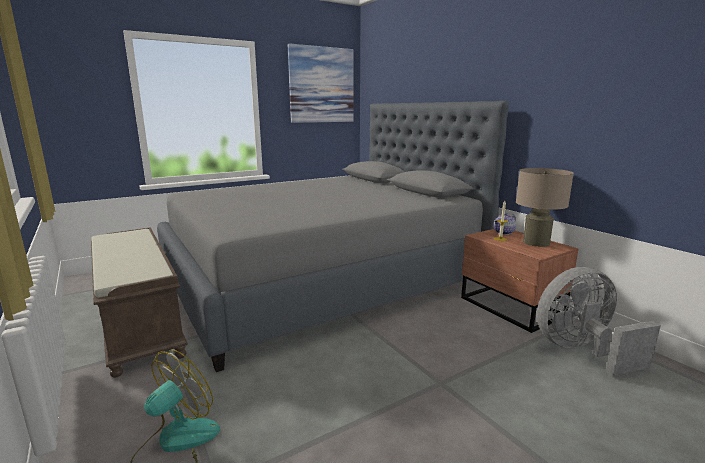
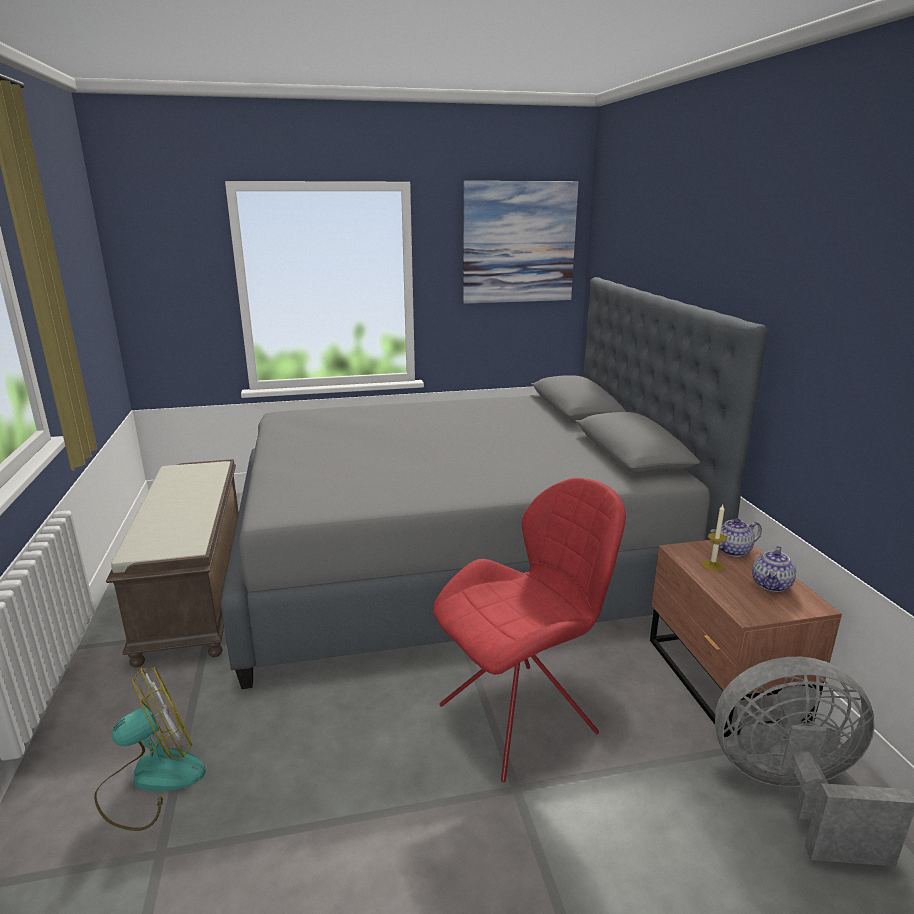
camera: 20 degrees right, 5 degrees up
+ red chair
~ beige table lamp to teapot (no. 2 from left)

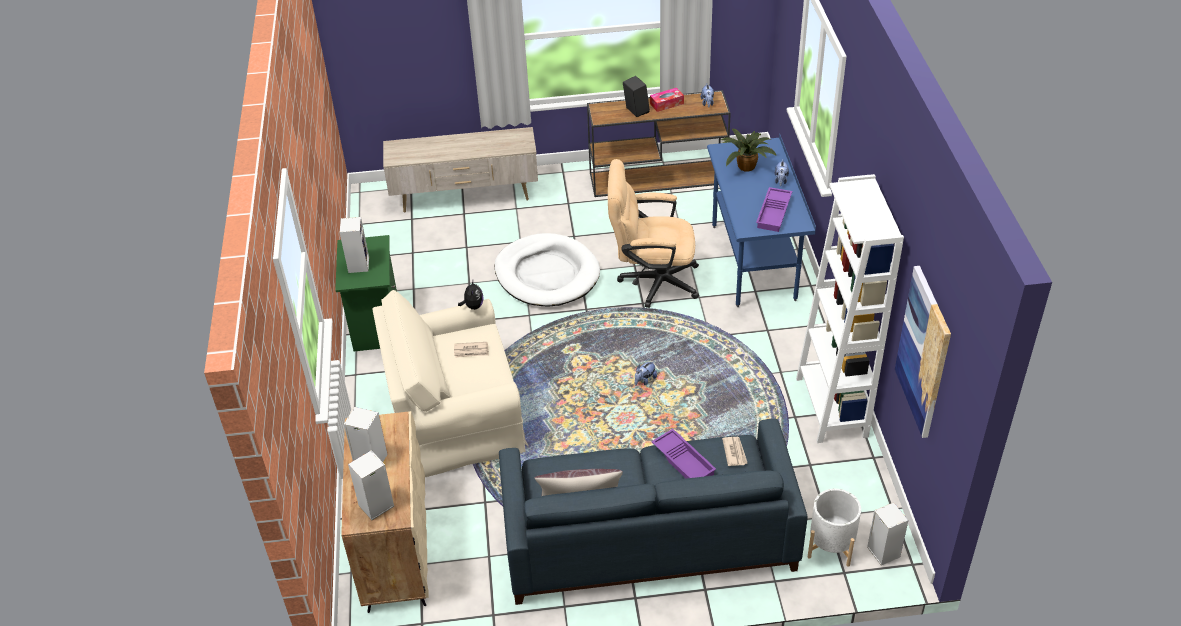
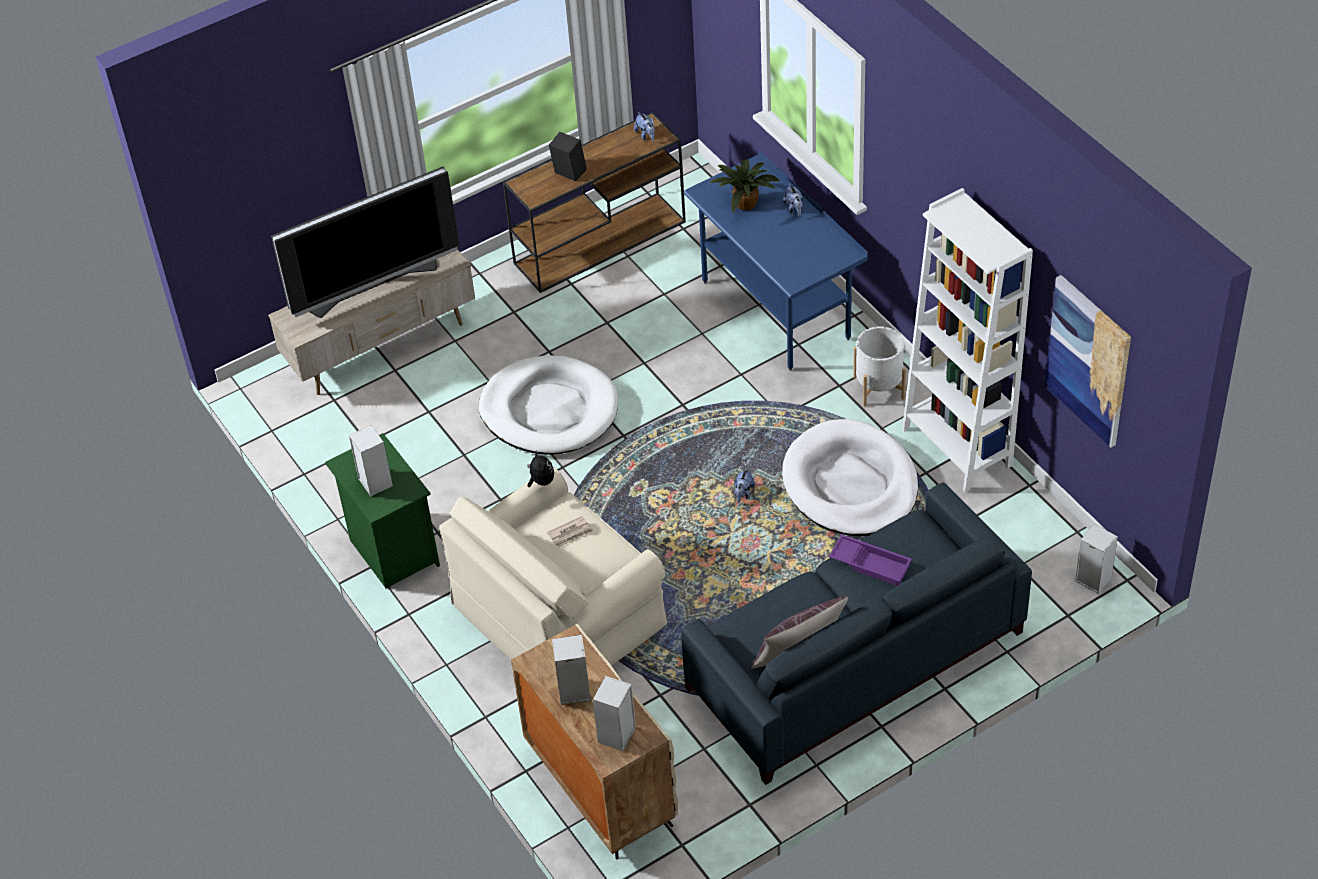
camera: 25 degrees left, 5 degrees up
+ television
+ white dog bed (no. 2 from left)
~ white planter
- beige office chair
- tissue box
- newspaper (no. 2 from left)
- purple tray (no. 2 from left)

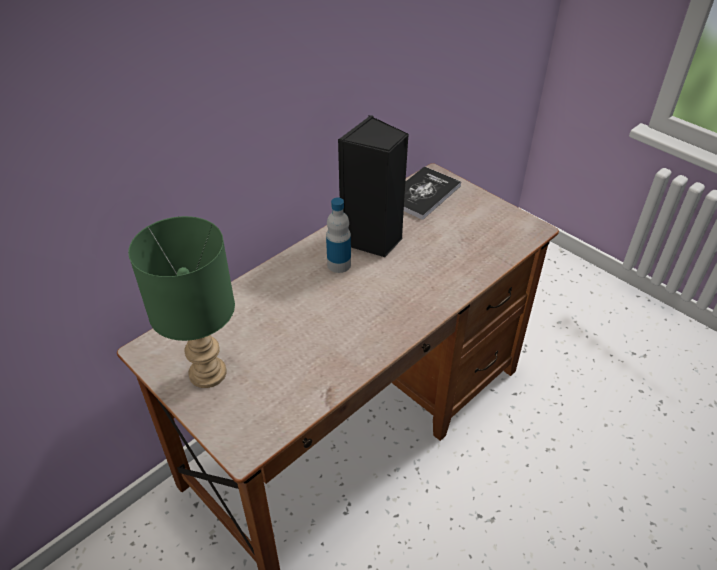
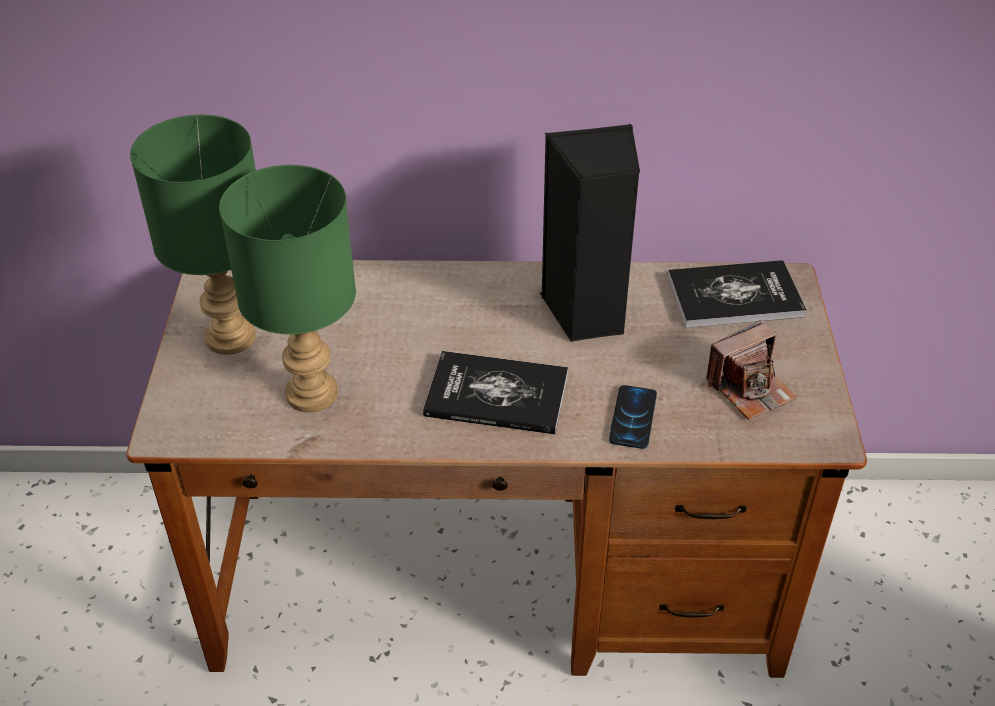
camera: 45 degrees right, 0 degrees up
+ green table lamp (no. 2 from left)
+ book (no. 1 from left)
+ phone
+ photo camera
- bottle

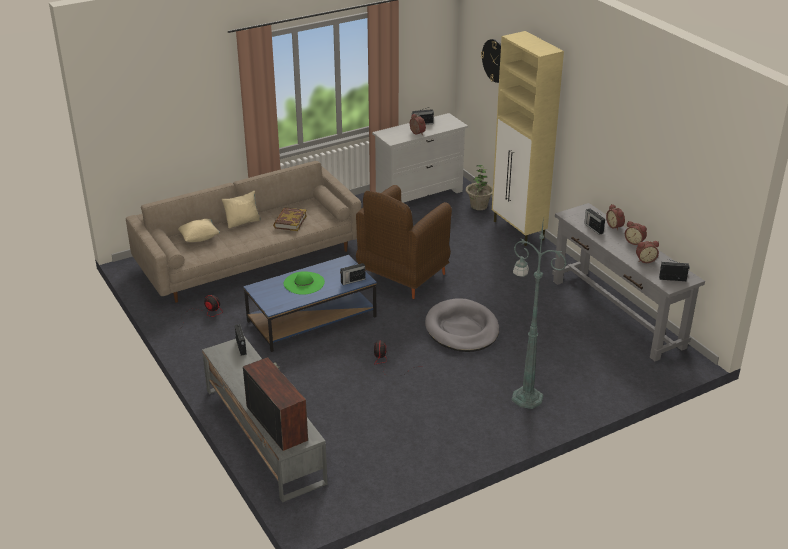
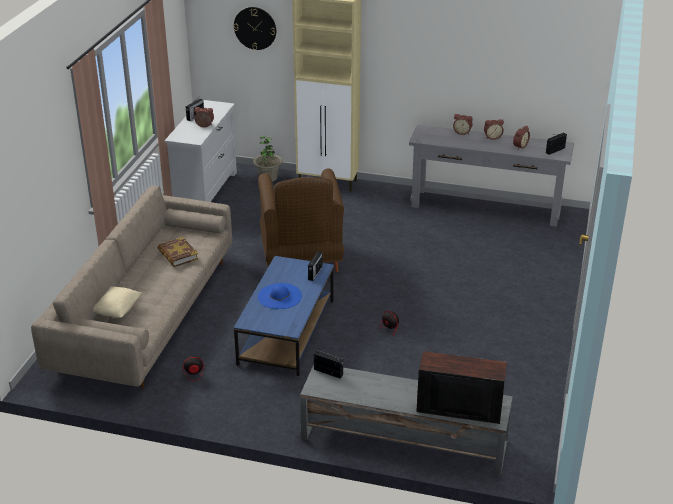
camera: 45 degrees left, 0 degrees up
~ green hat to blue hat
- beige pillow (no. 2 from left)
- grey dog bed
- green floor lamp
- radio (no. 4 from left)

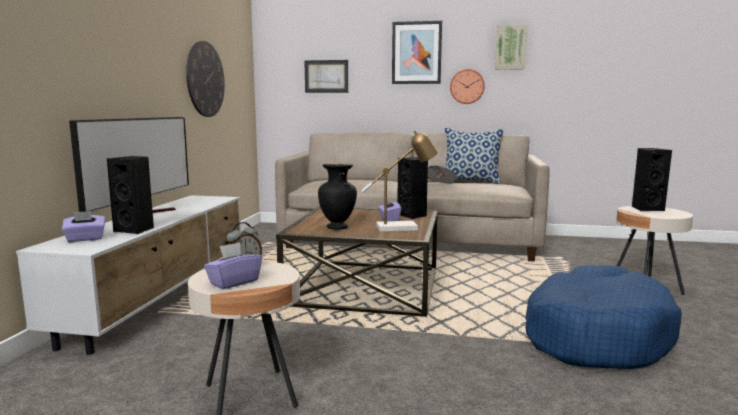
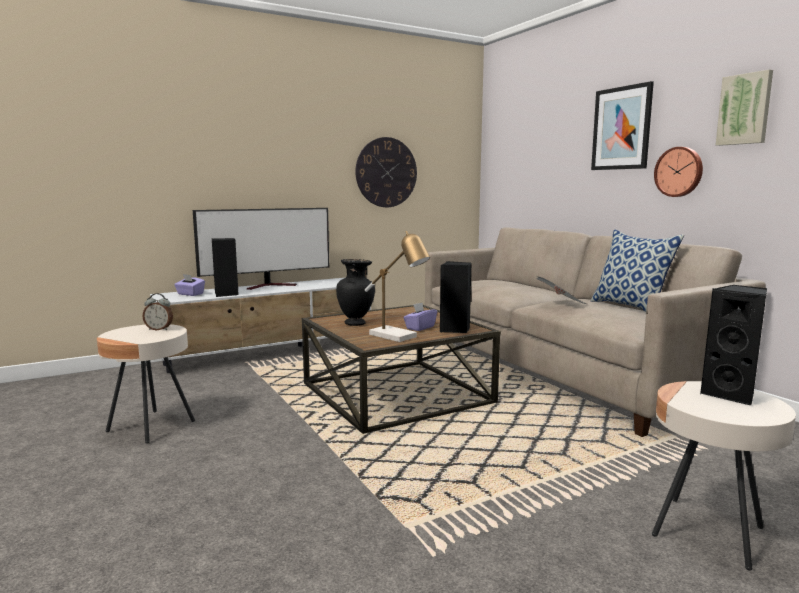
camera: 50 degrees right, 0 degrees up
- purple tissue box (no. 2 from left)
- picture (no. 1 from left)
- blue dog bed

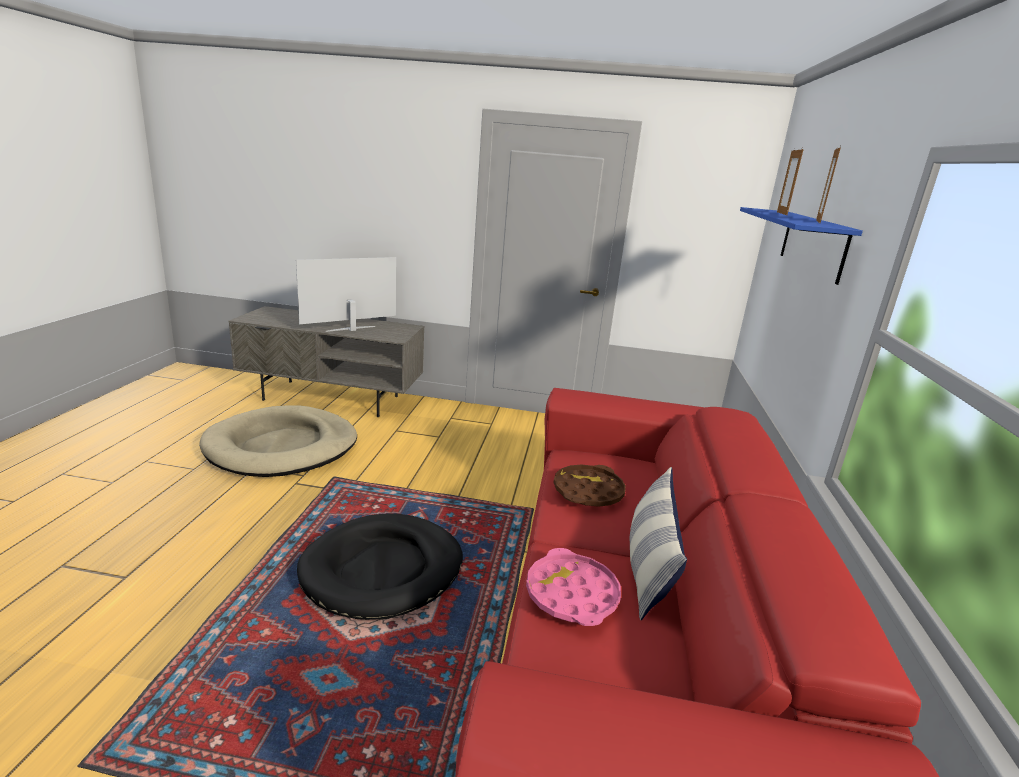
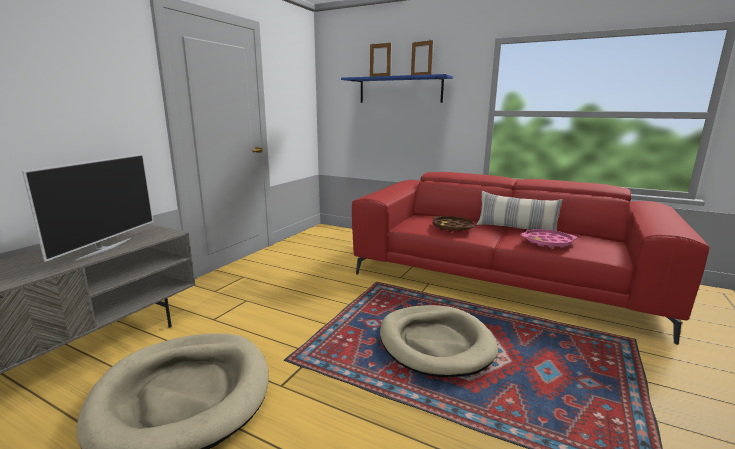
camera: 70 degrees left, 5 degrees down
~ television 150 degrees counterclockwise
~ black dog bed to beige dog bed (no. 2 from left)

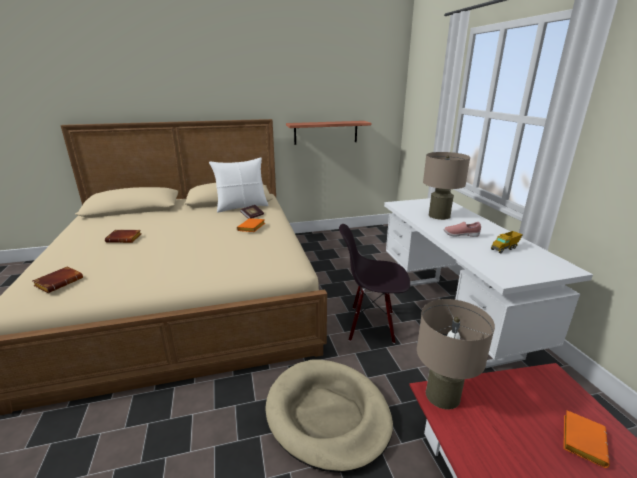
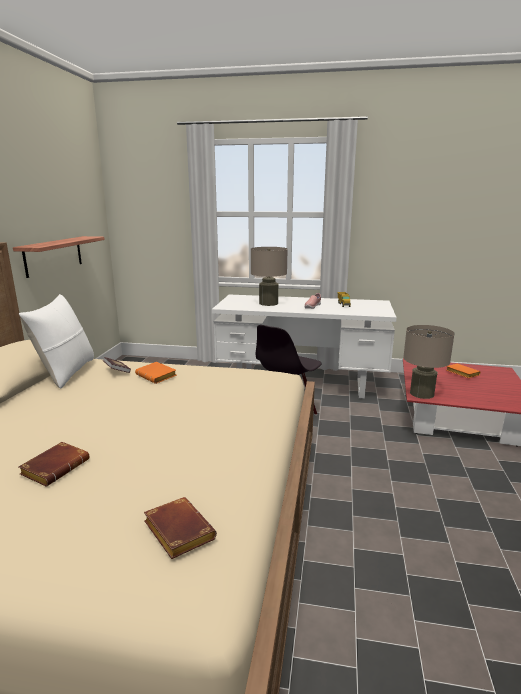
camera: 65 degrees left, 5 degrees down
- beige dog bed

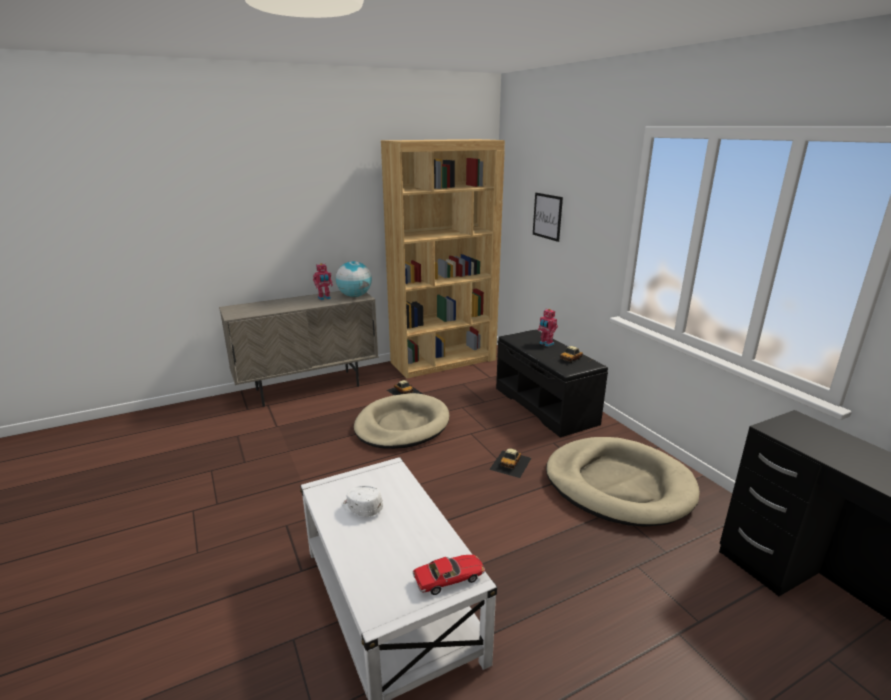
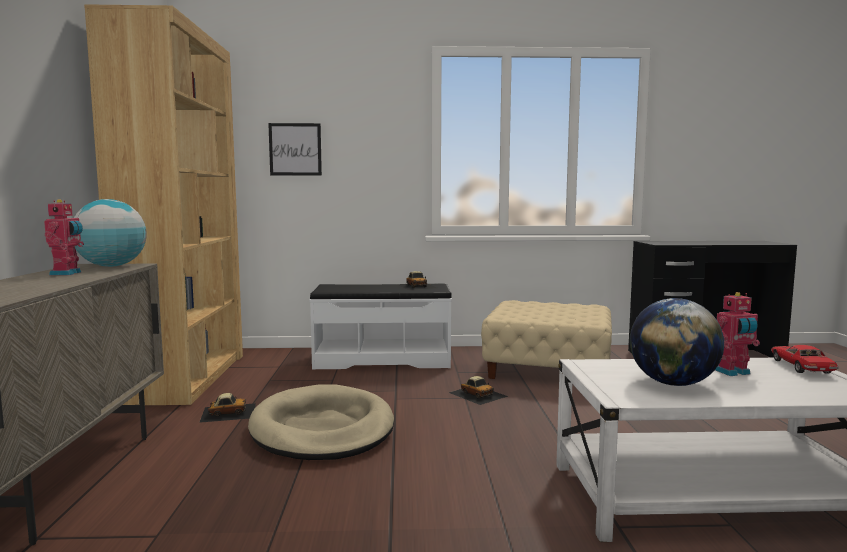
camera: 65 degrees left, 15 degrees down
~ black bench to white bench
~ beige dog bed (no. 2 from left) to beige ottoman
~ white cap to globe (no. 2 from left)
~ toy robot (no. 2 from left)

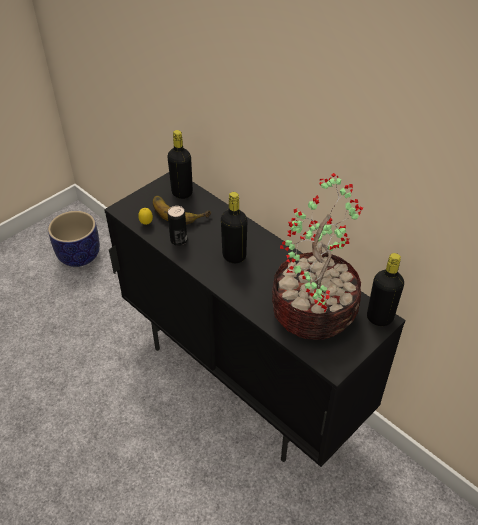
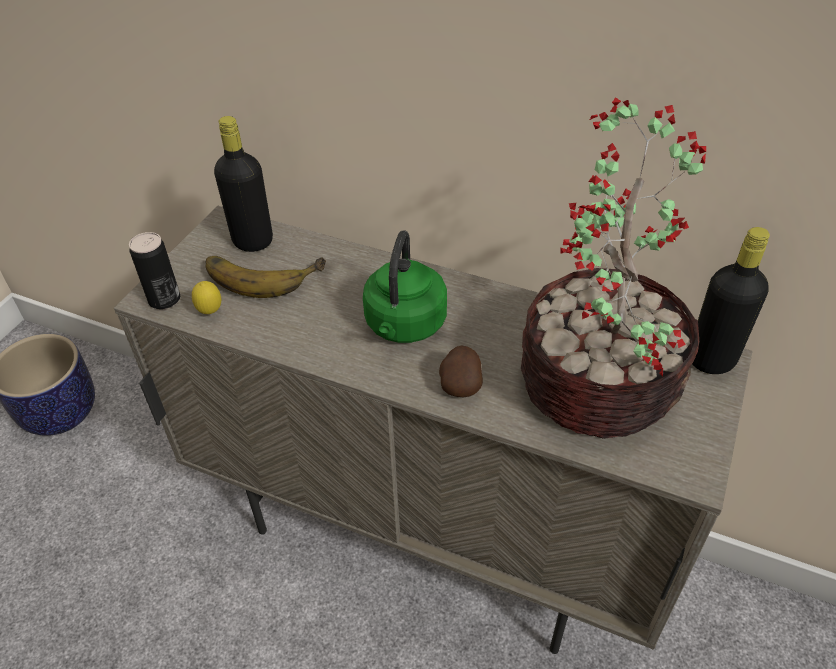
camera: 20 degrees left, 0 degrees up
~ black cabinet to beige cabinet
~ can
~ black bottle (no. 2 from left) to green kettle
+ potato

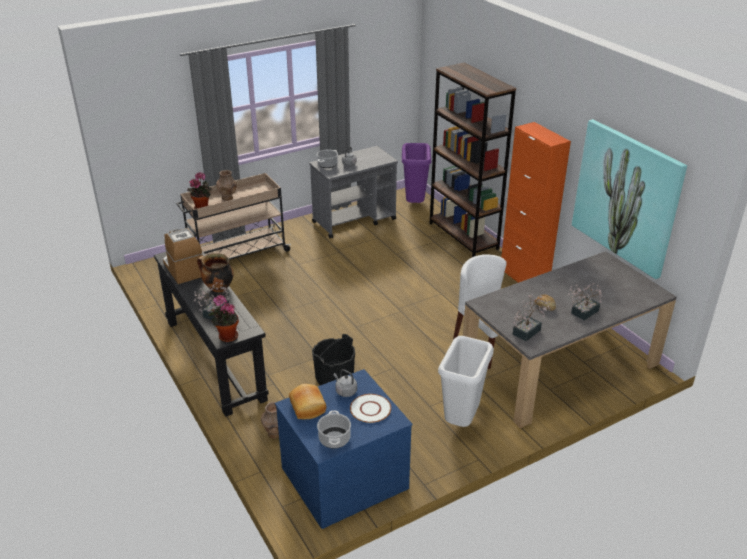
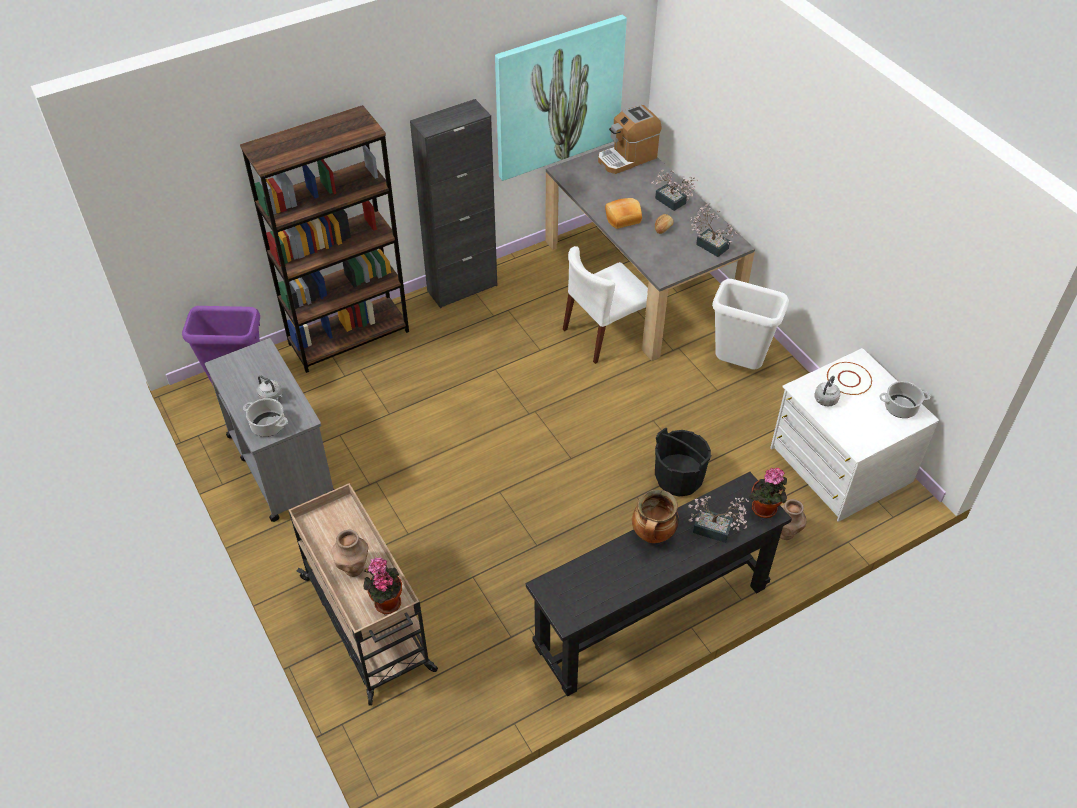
camera: 90 degrees left, 15 degrees up
~ orange cabinet to black cabinet
~ coffee machine
~ bread (no. 1 from left)
~ blue dresser to white dresser

